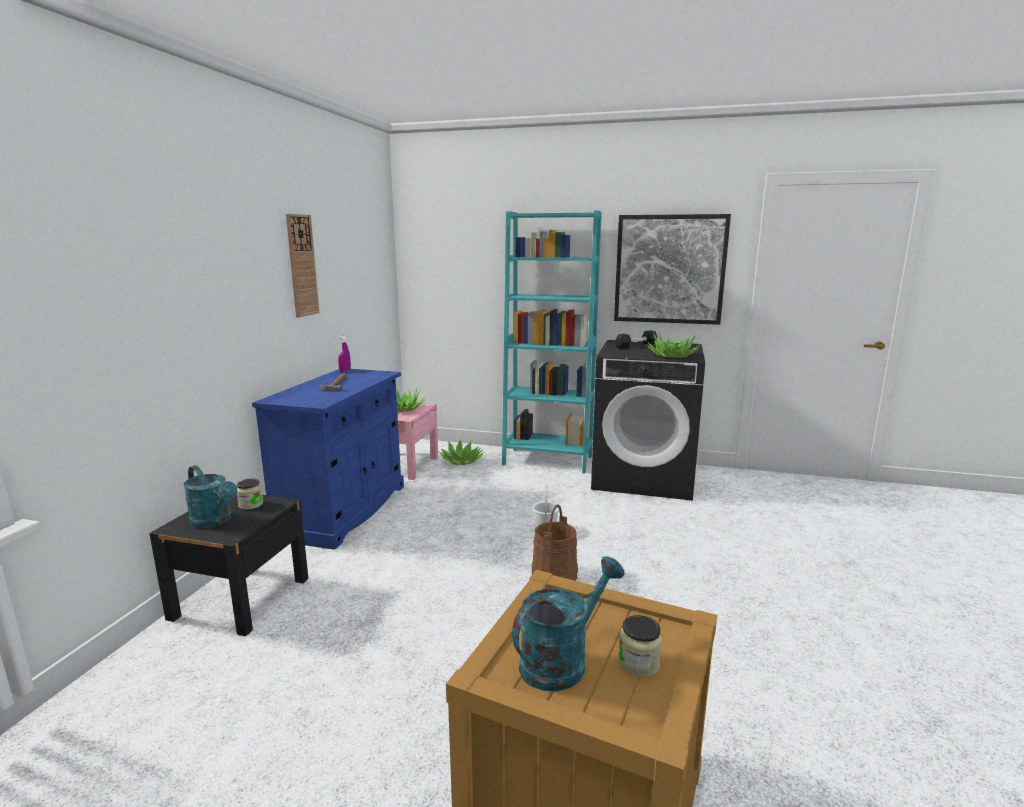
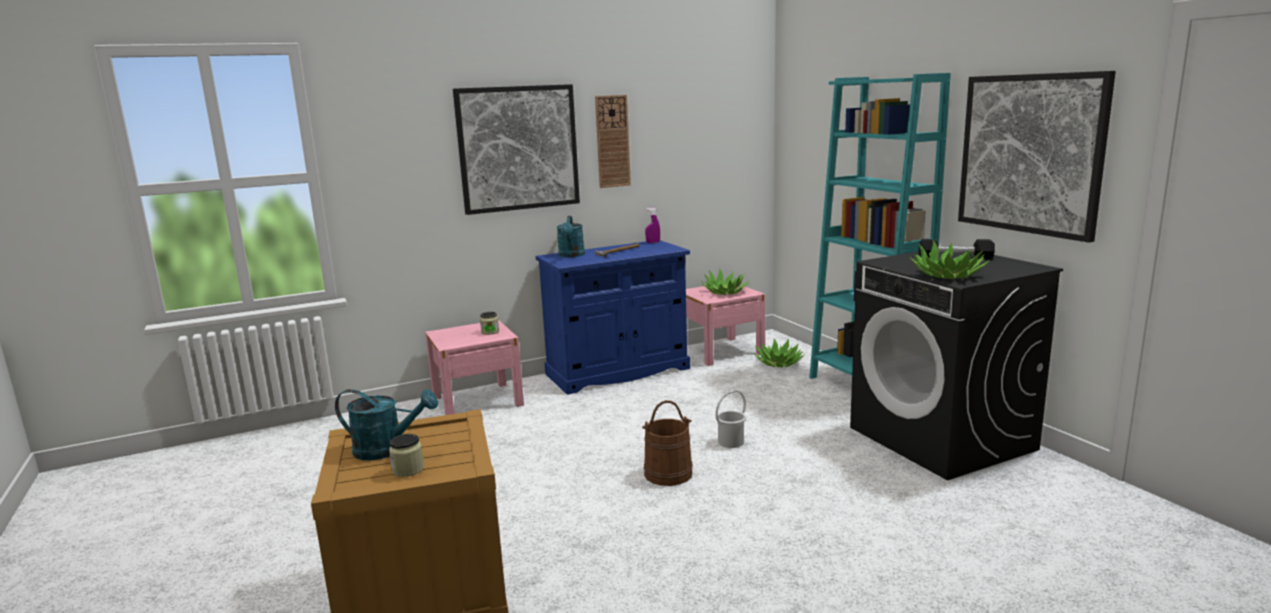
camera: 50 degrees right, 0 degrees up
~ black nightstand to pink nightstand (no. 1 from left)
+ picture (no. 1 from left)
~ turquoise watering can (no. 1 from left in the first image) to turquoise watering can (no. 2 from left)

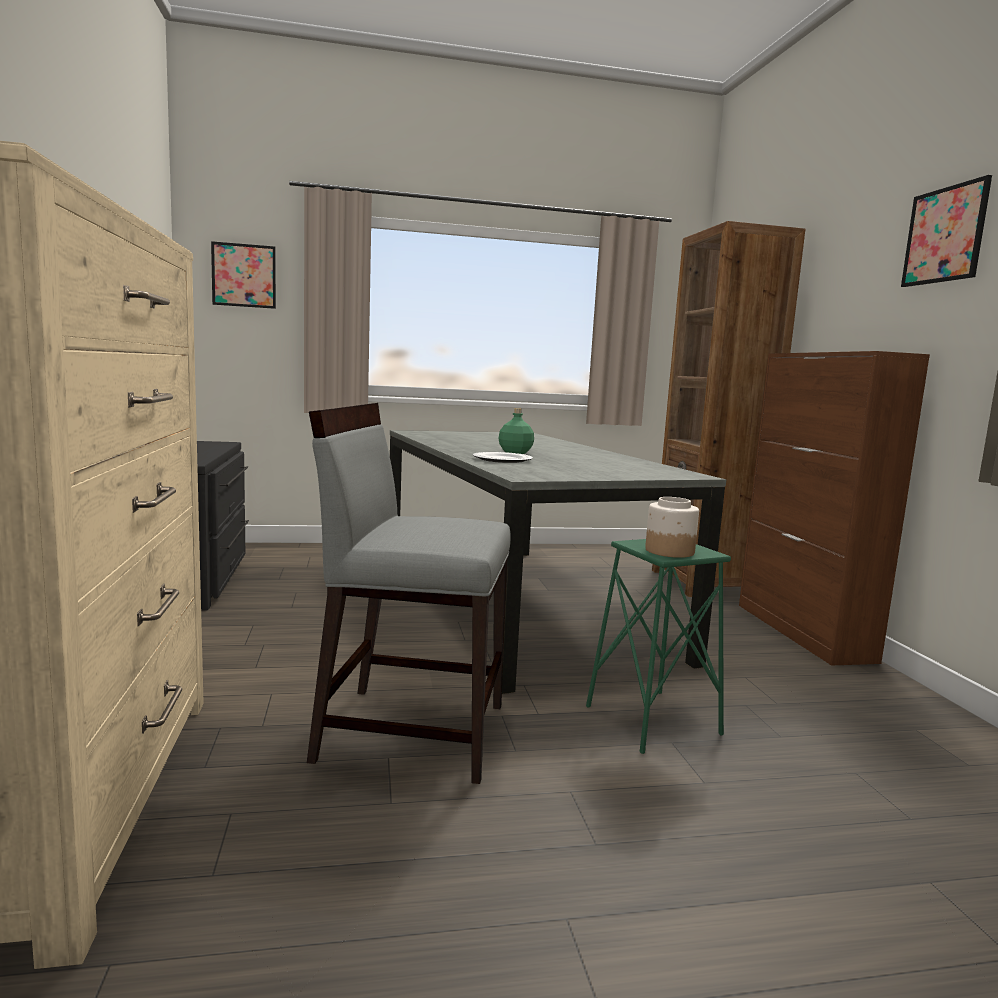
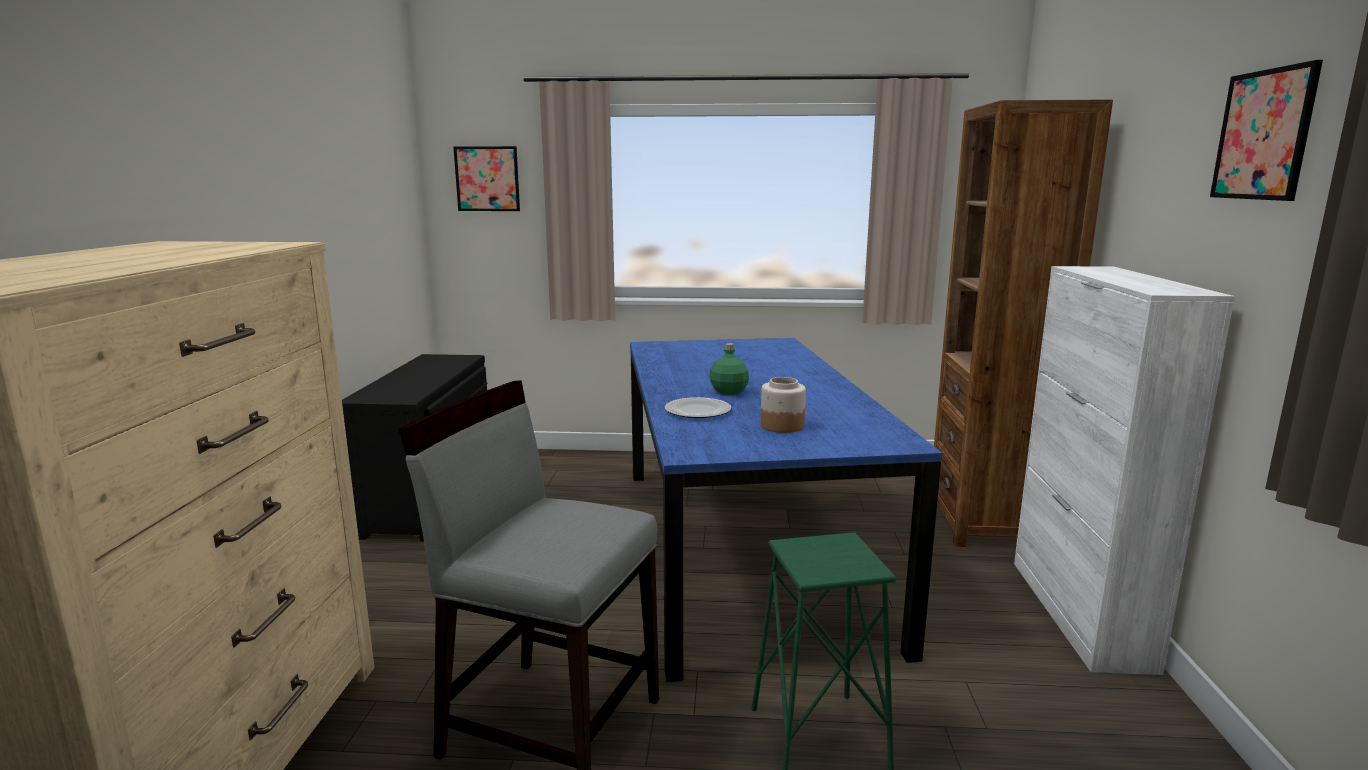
camera: 15 degrees right, 5 degrees up
~ grey dining table to blue dining table
~ jar
~ brown cabinet to white cabinet

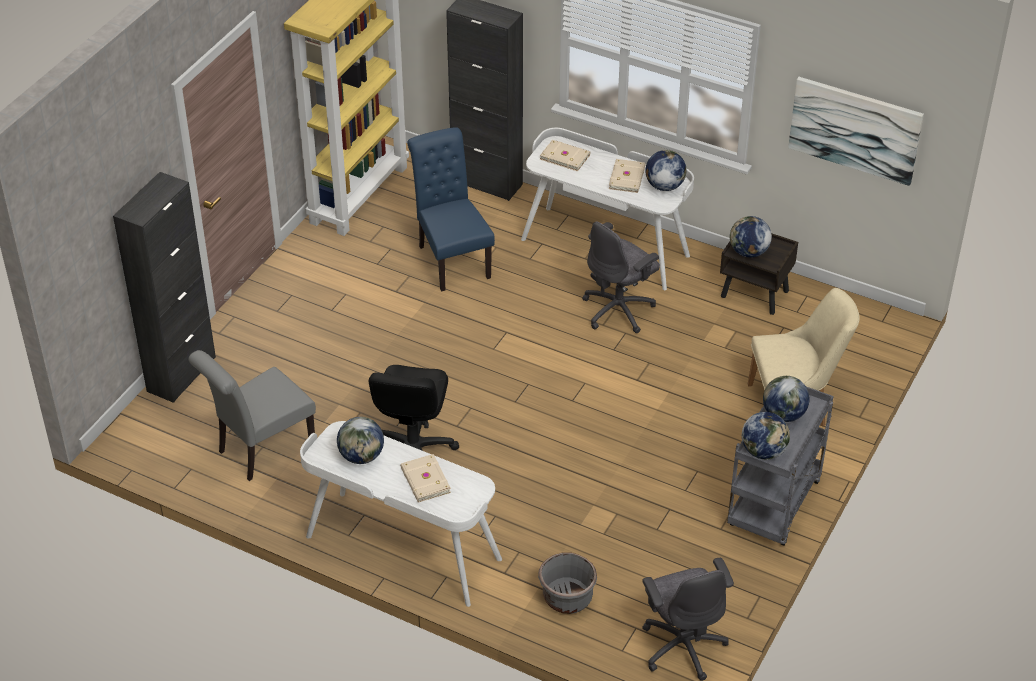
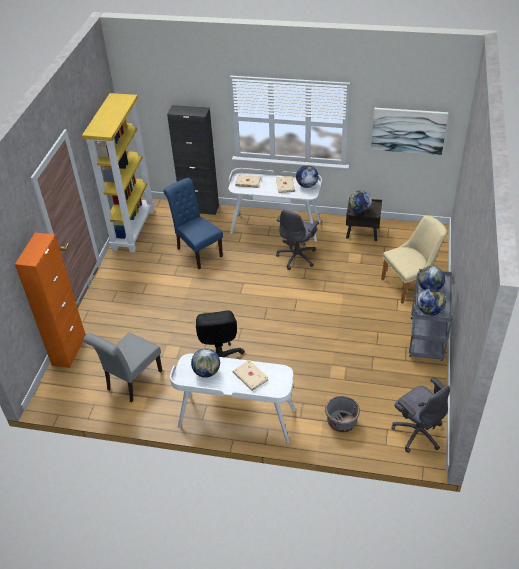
camera: 15 degrees left, 0 degrees up
~ black cabinet (no. 1 from left) to orange cabinet

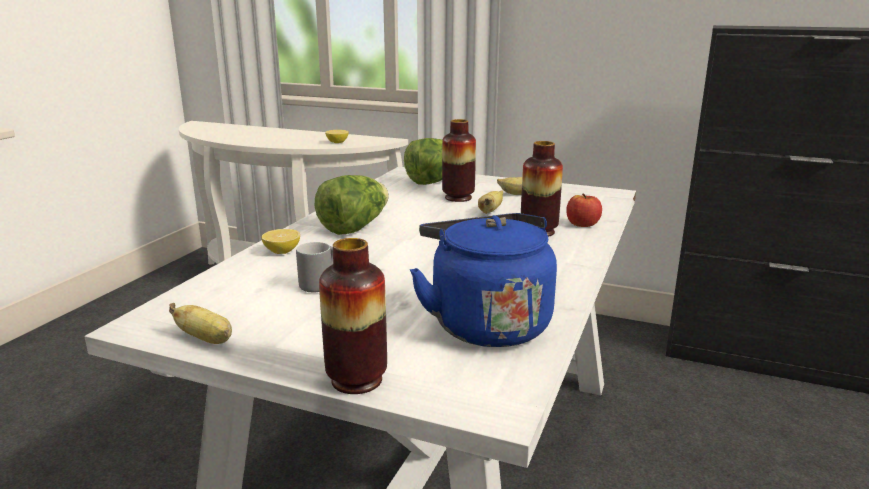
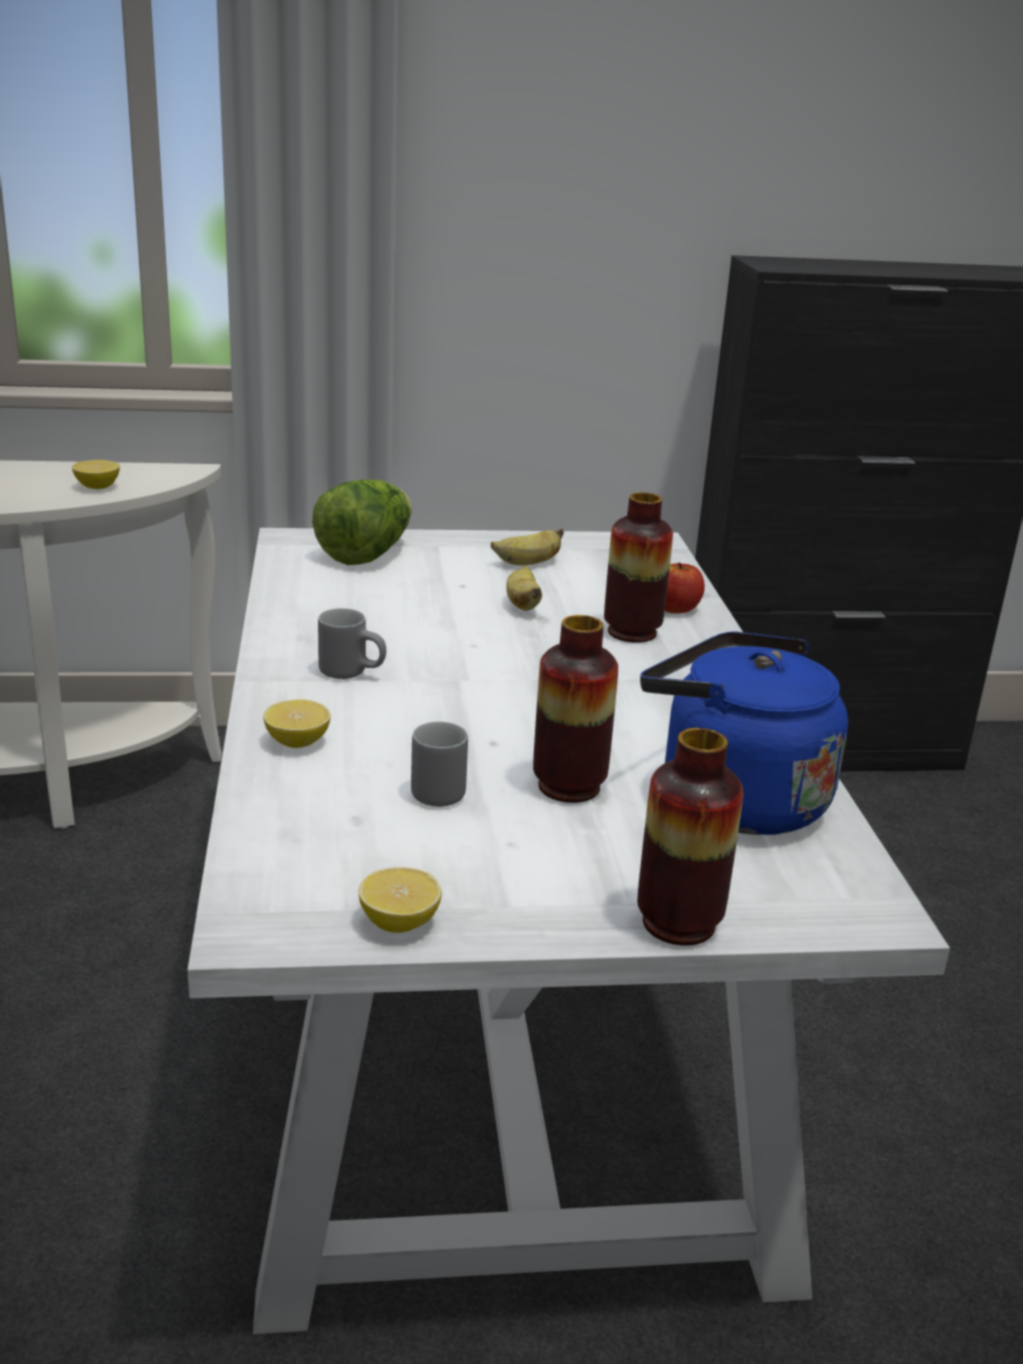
camera: 30 degrees left, 5 degrees up
~ lettuce (no. 1 from left) to grey mug (no. 1 from left)
~ banana (no. 1 from left) to lemon (no. 3 from left)
~ vase (no. 2 from left in the first image) to vase (no. 1 from left)

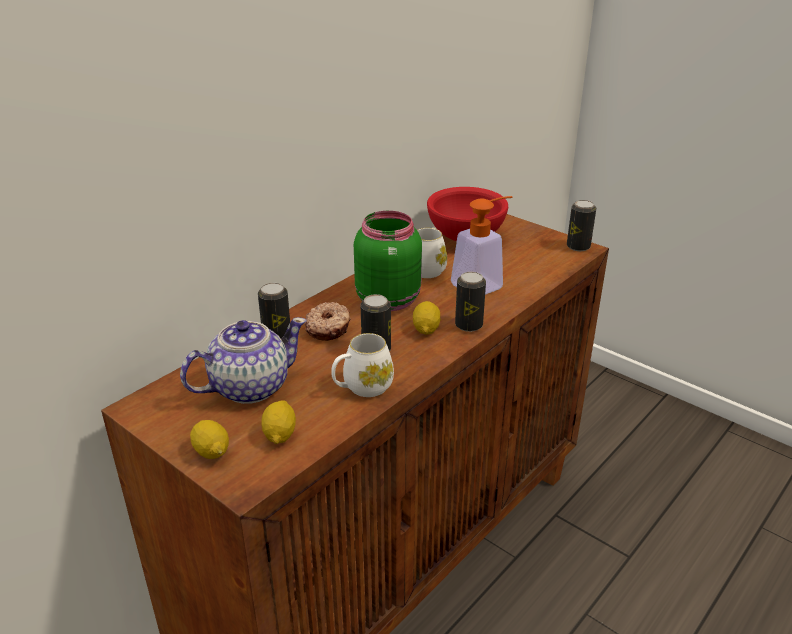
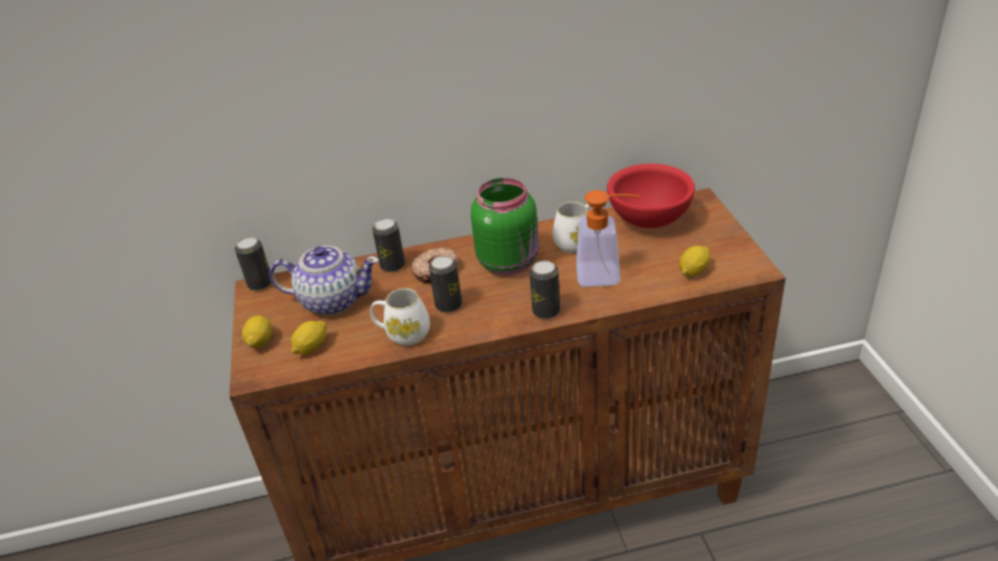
camera: 40 degrees right, 5 degrees up
~ can (no. 4 from left in the first image) to can (no. 1 from left)
~ lemon (no. 3 from left)

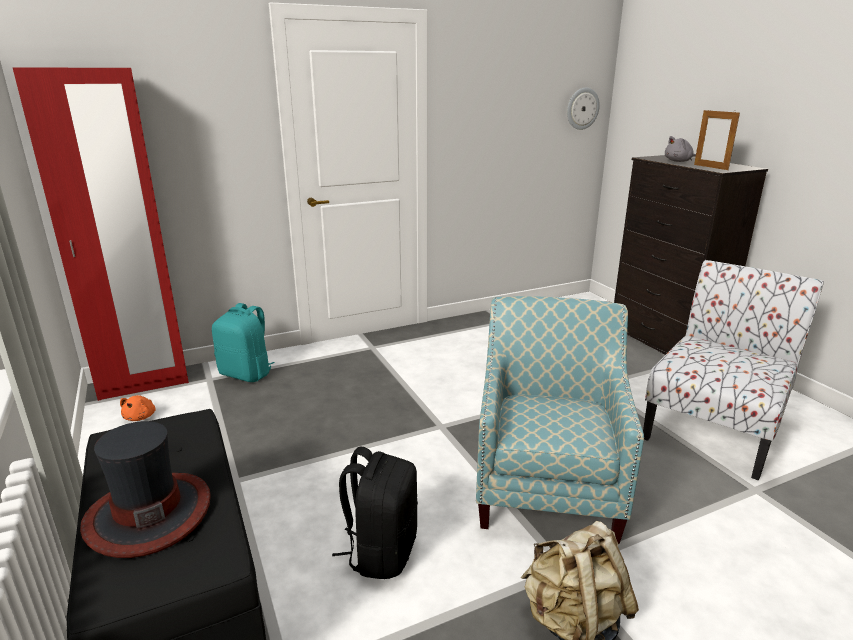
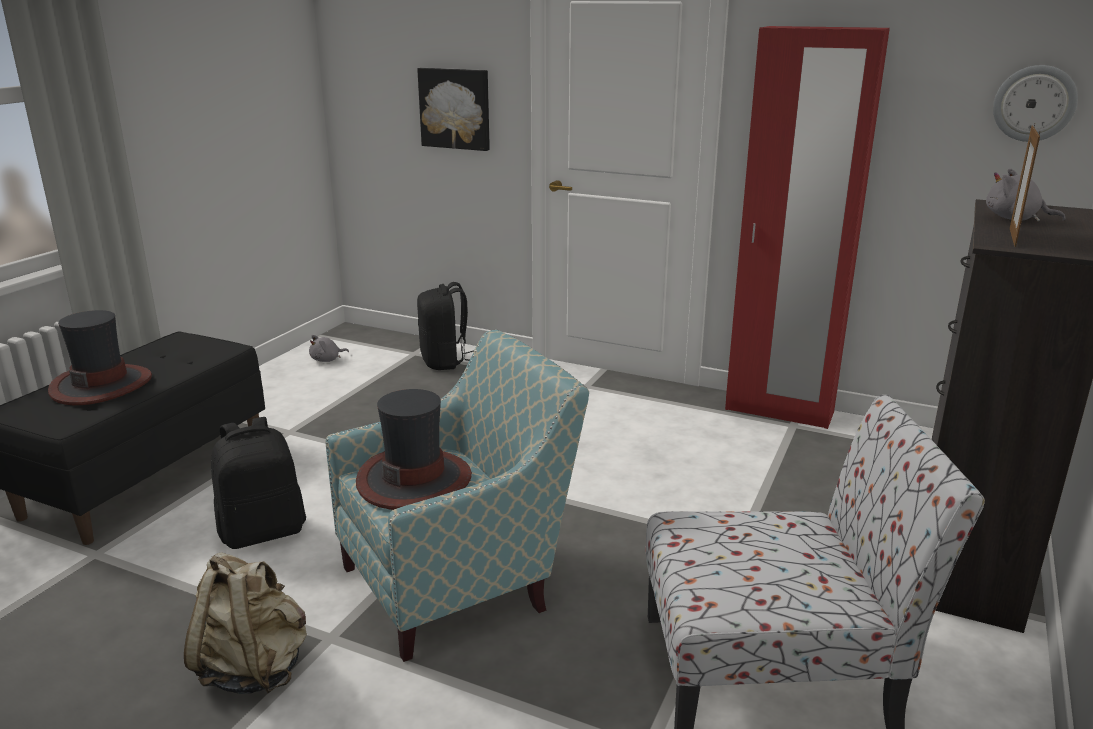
camera: 50 degrees right, 0 degrees up
~ orange plush toy to grey plush toy (no. 1 from left)
+ hat (no. 2 from left)
+ picture
~ turquoise backpack to black backpack (no. 2 from left)
~ red wardrobe

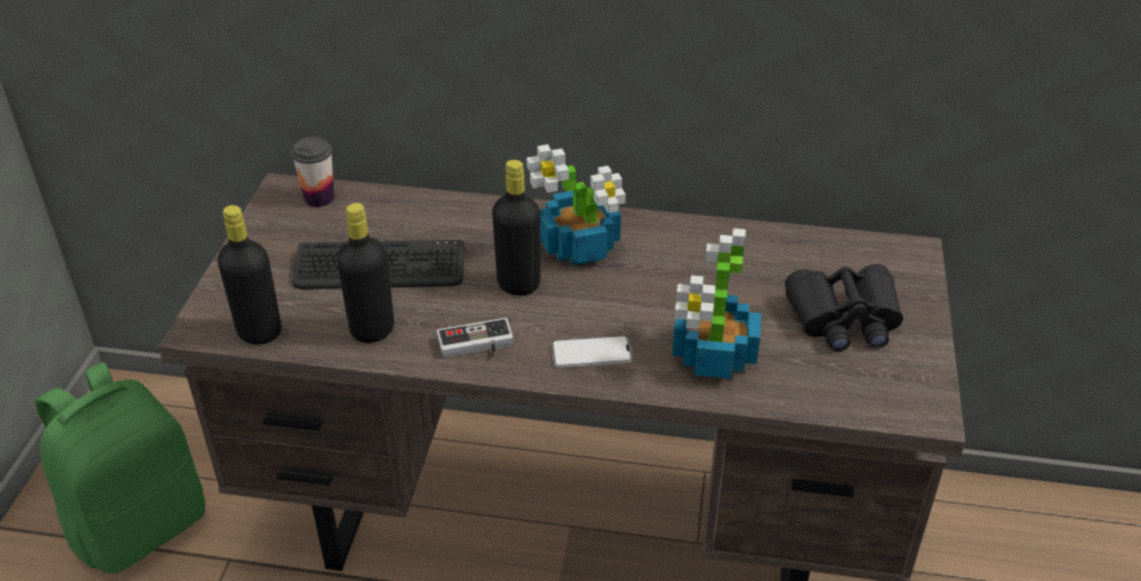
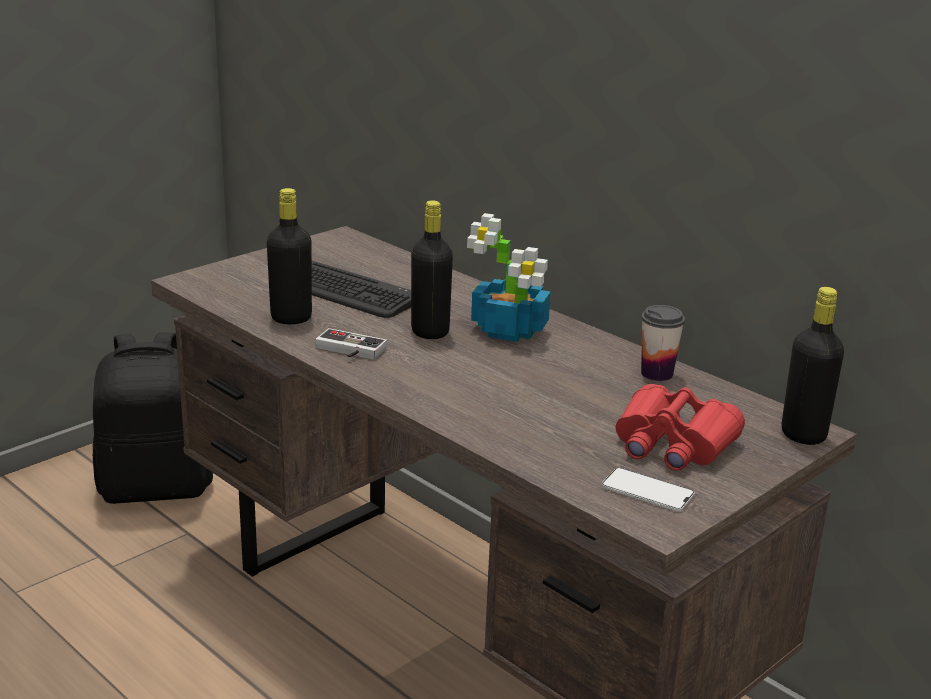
camera: 35 degrees right, 15 degrees down
~ green backpack to black backpack
~ phone
~ black binoculars to red binoculars
~ cup
~ black bottle (no. 1 from left in the first image) to black bottle (no. 3 from left)
- potted plant (no. 2 from left)

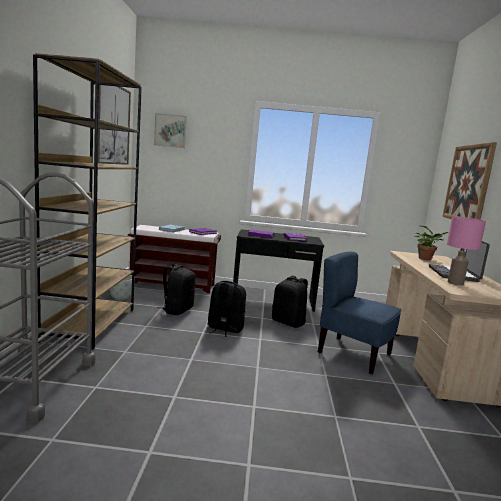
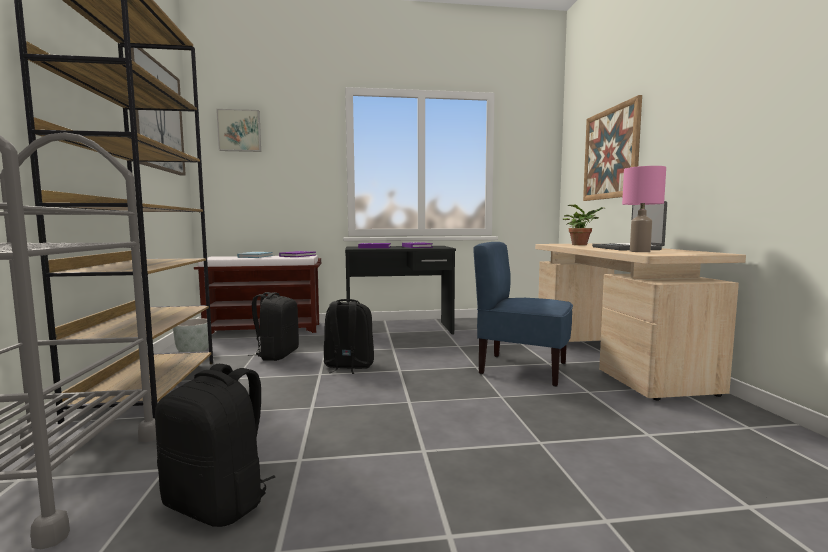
camera: 10 degrees left, 5 degrees down
~ black backpack (no. 3 from left in the first image) to black backpack (no. 1 from left)

